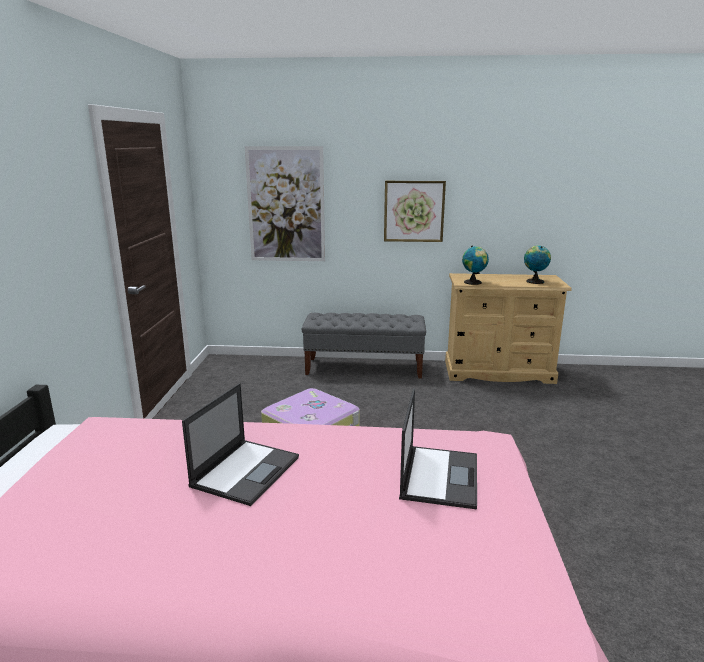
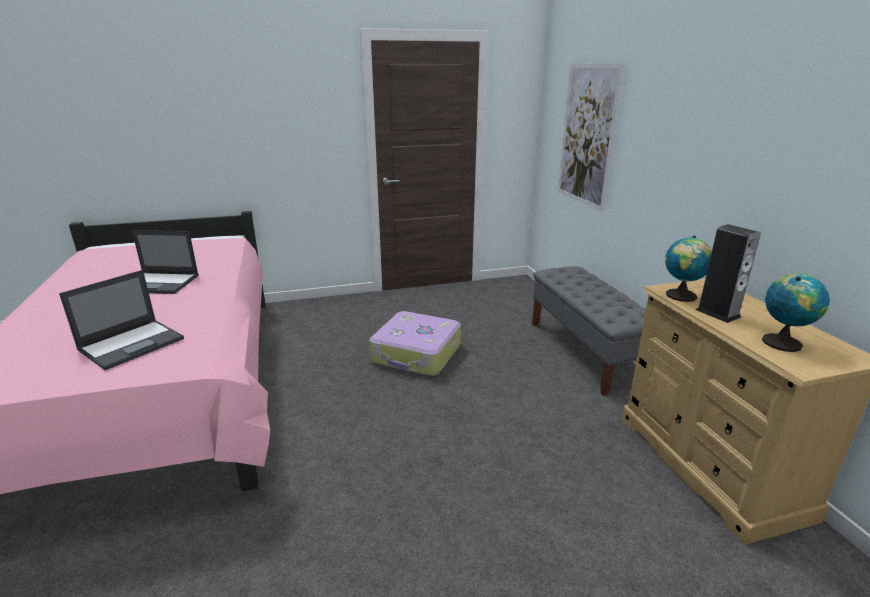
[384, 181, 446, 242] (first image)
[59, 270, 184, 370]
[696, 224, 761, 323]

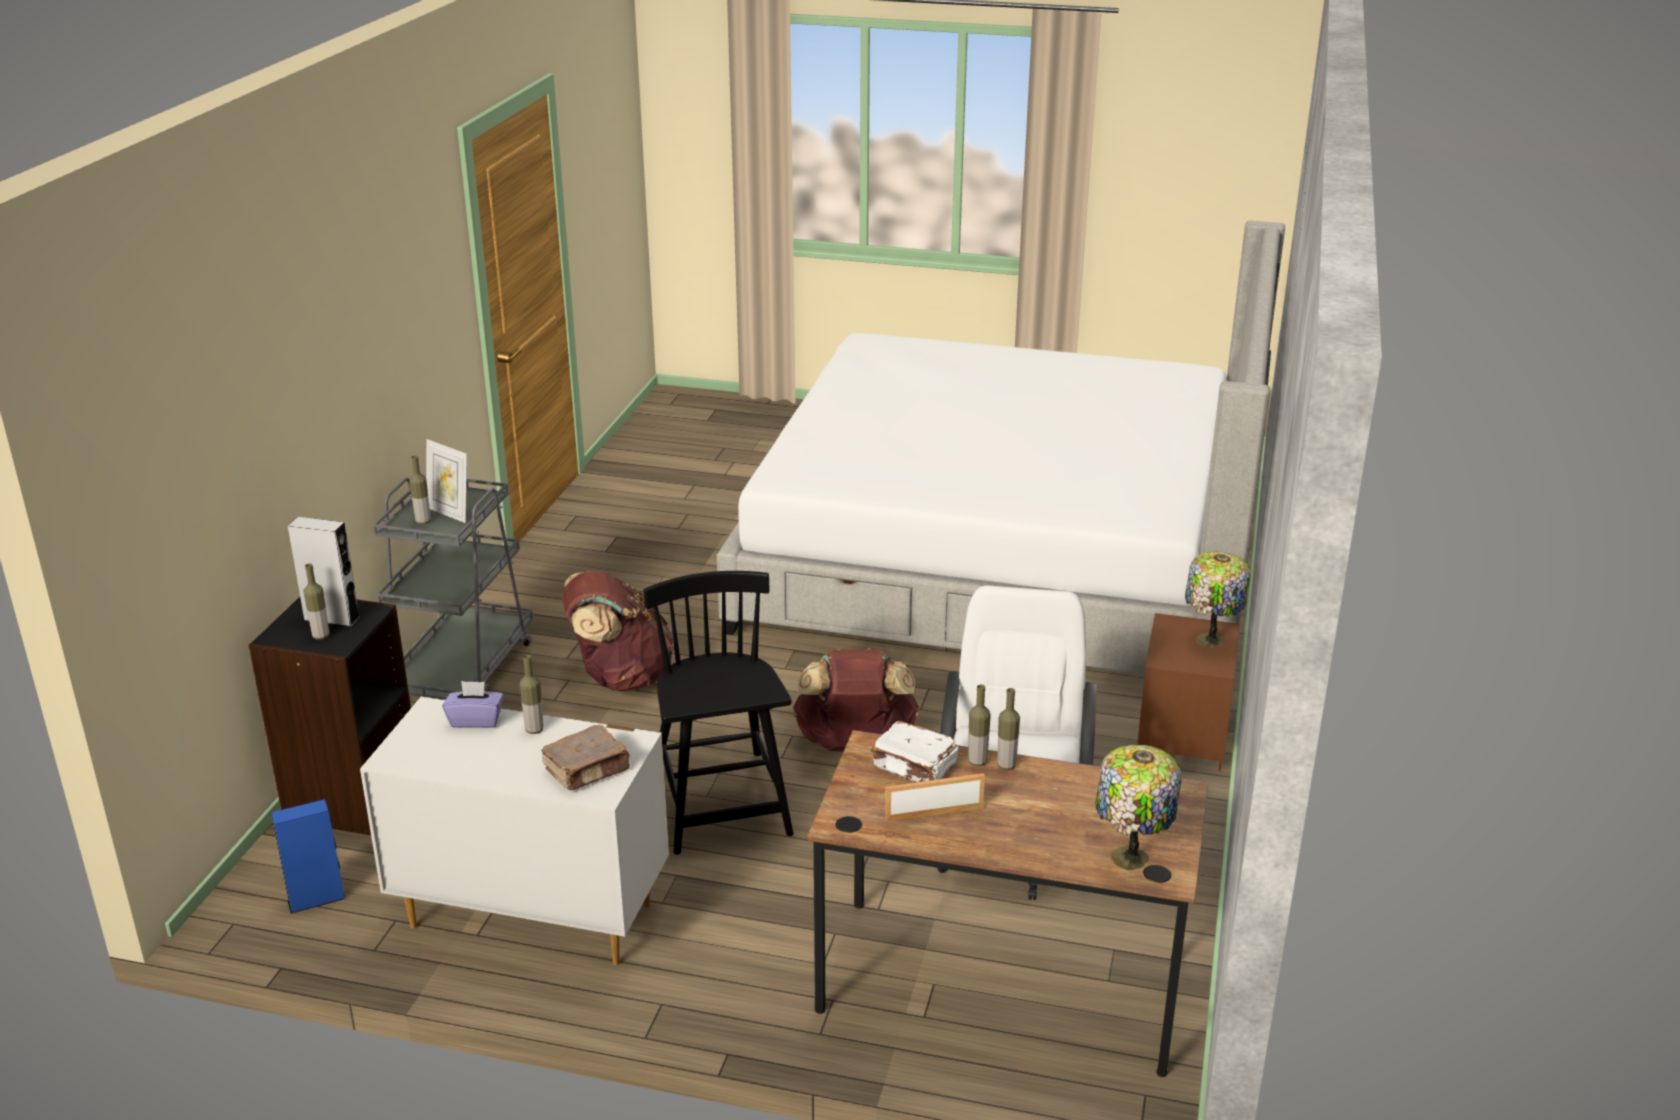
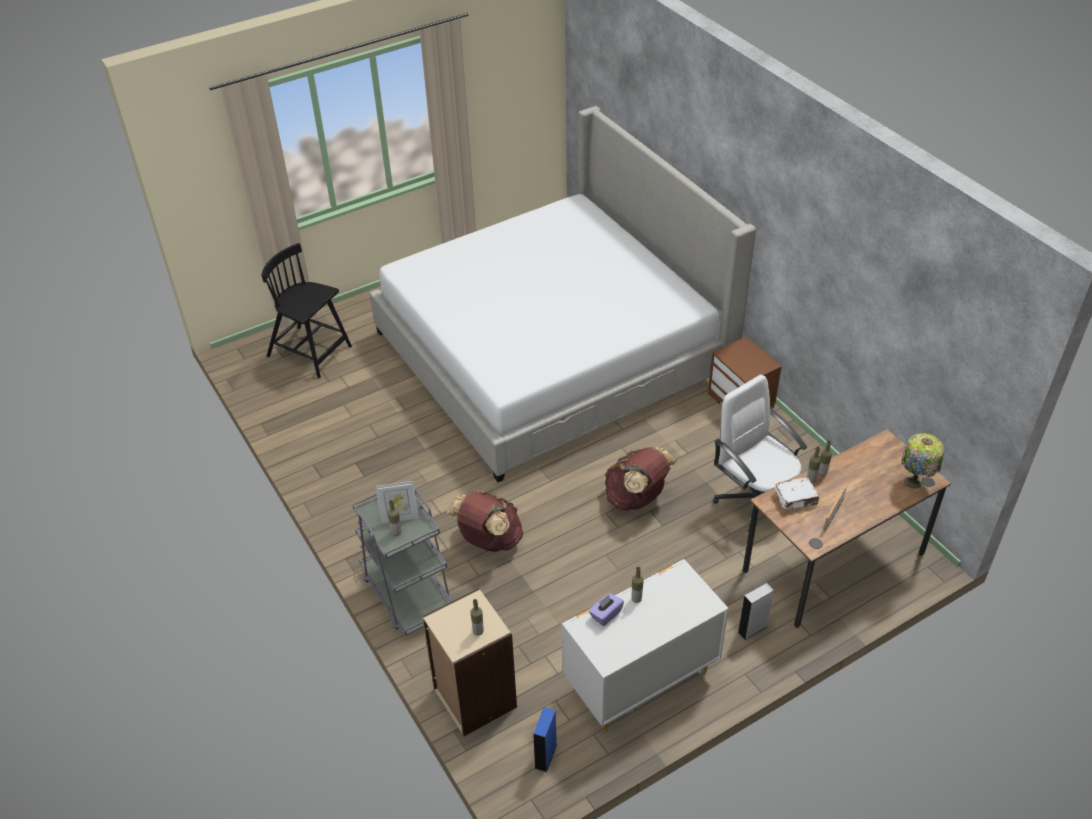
[422, 588, 517, 737]
[738, 583, 774, 640]
[541, 725, 630, 790] (first image)
[261, 243, 352, 378]
[1185, 551, 1251, 648] (first image)

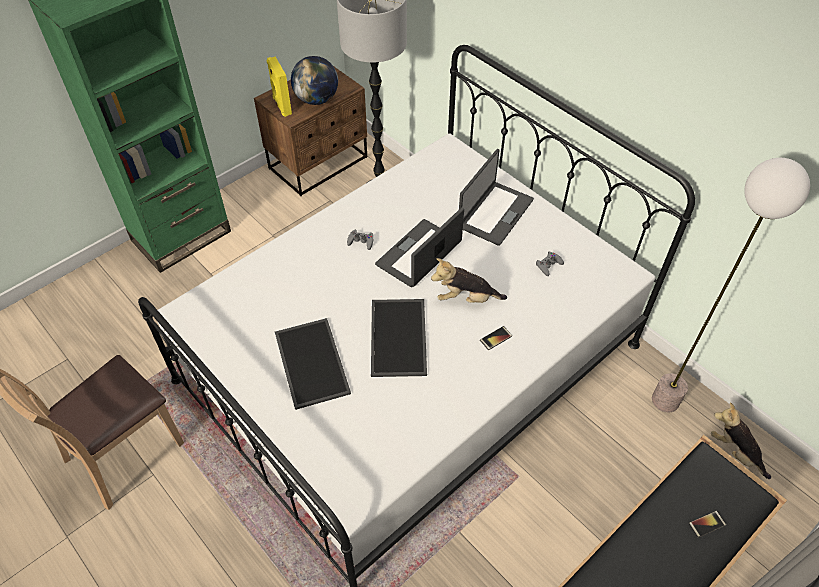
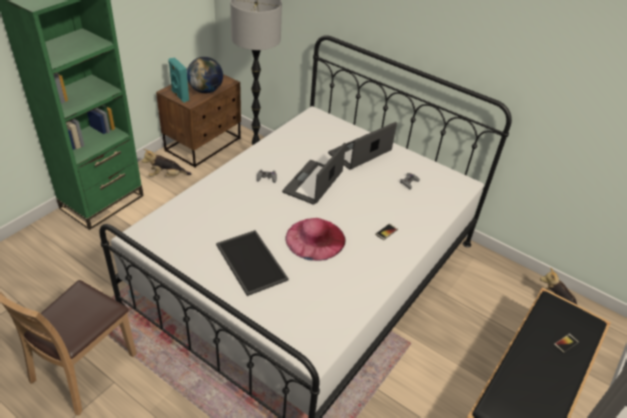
[168, 58, 189, 103]
[285, 218, 345, 261]
[142, 149, 191, 177]
[328, 122, 397, 170]
[652, 158, 810, 412] (first image)

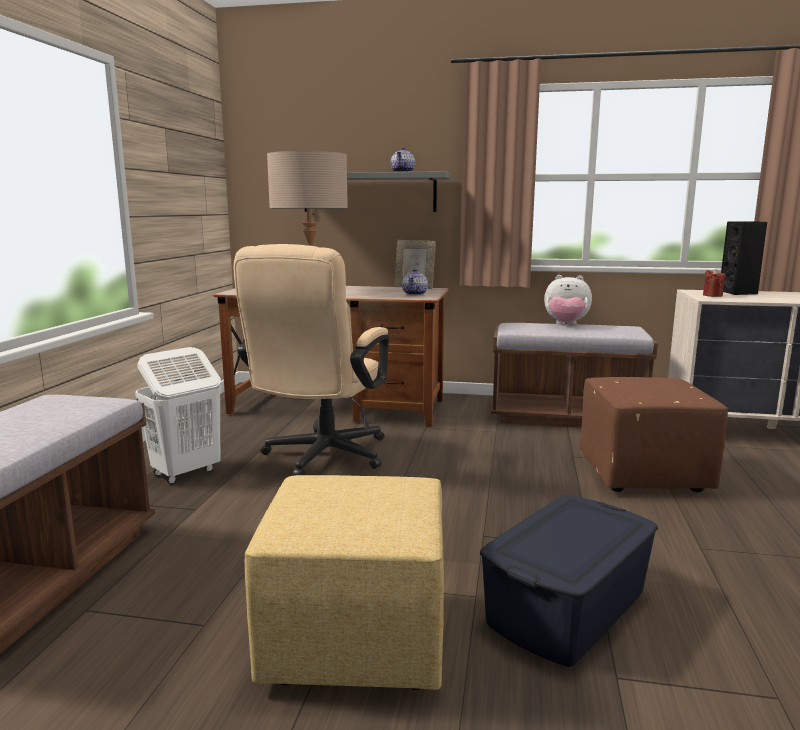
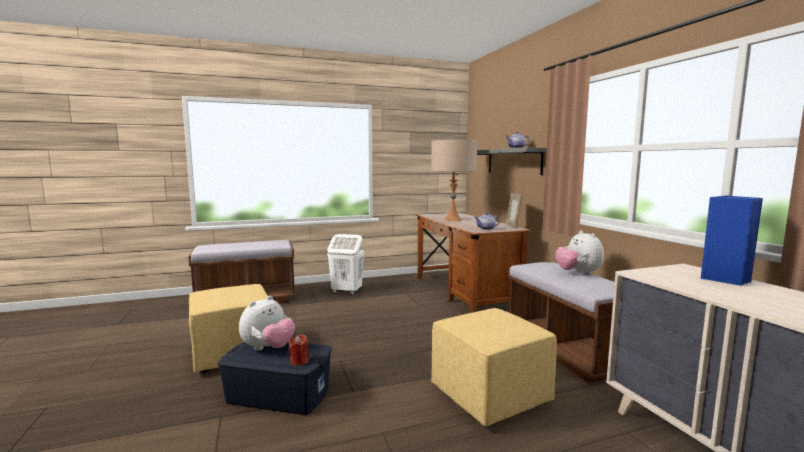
[234, 244, 389, 476] (first image)
[431, 308, 557, 426]
[289, 334, 309, 366]
[701, 196, 763, 286]
[239, 296, 295, 351]

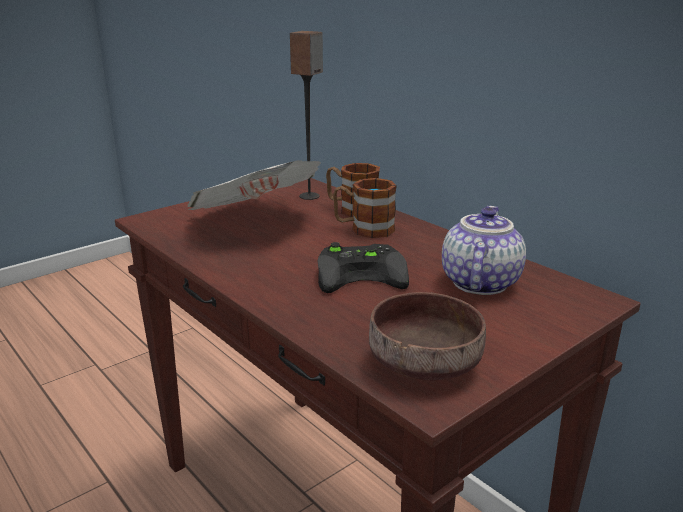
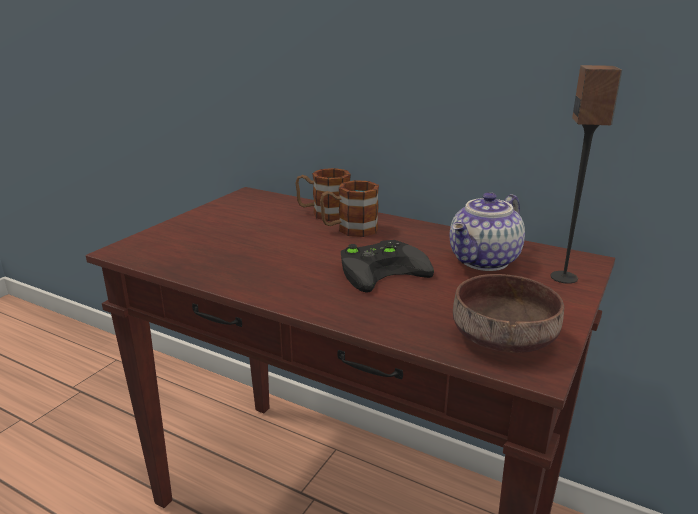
[188, 160, 321, 210] (first image)
[550, 65, 622, 284]
[449, 192, 525, 271]

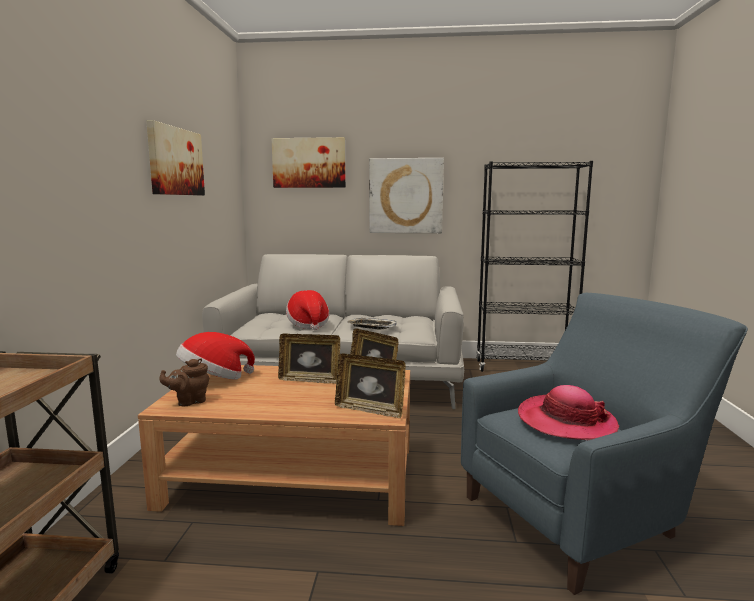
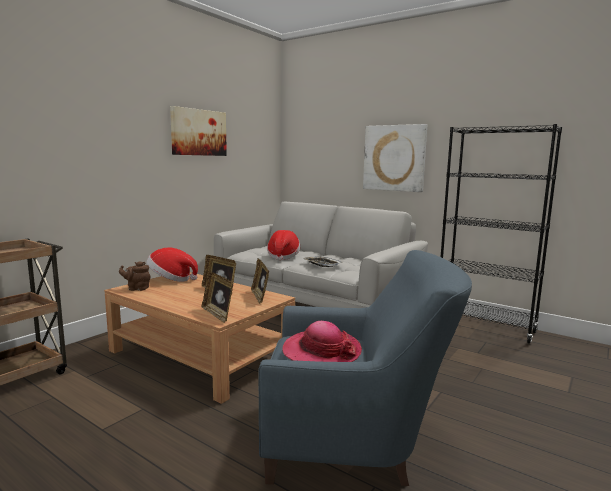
[272, 137, 346, 188] (first image)

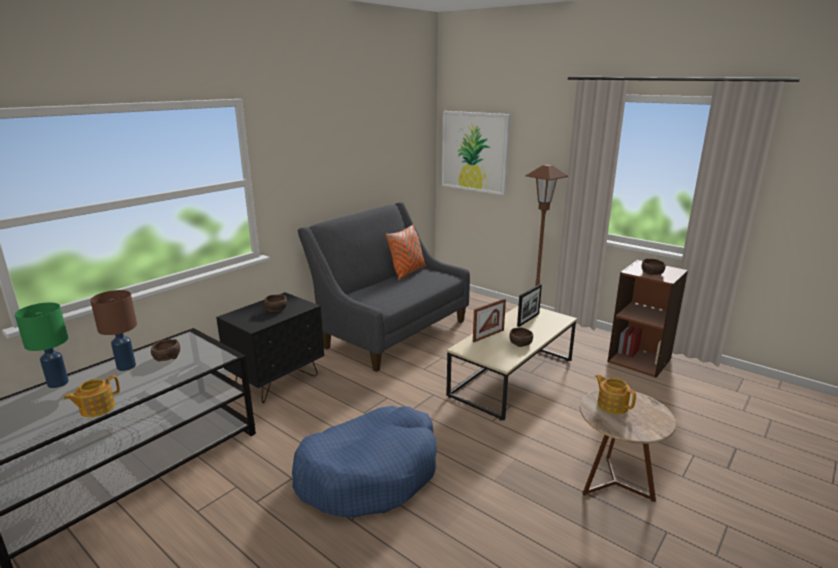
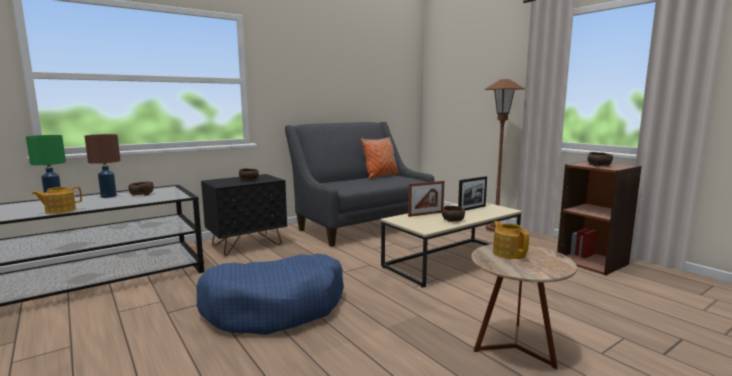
[442, 111, 511, 195] (first image)

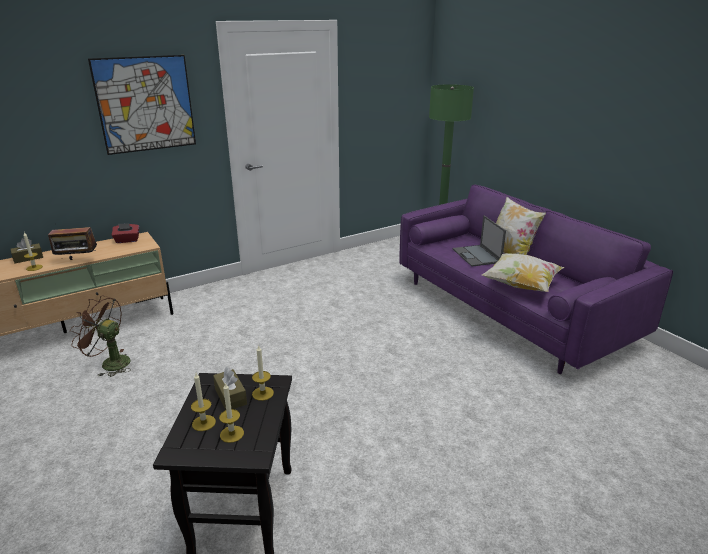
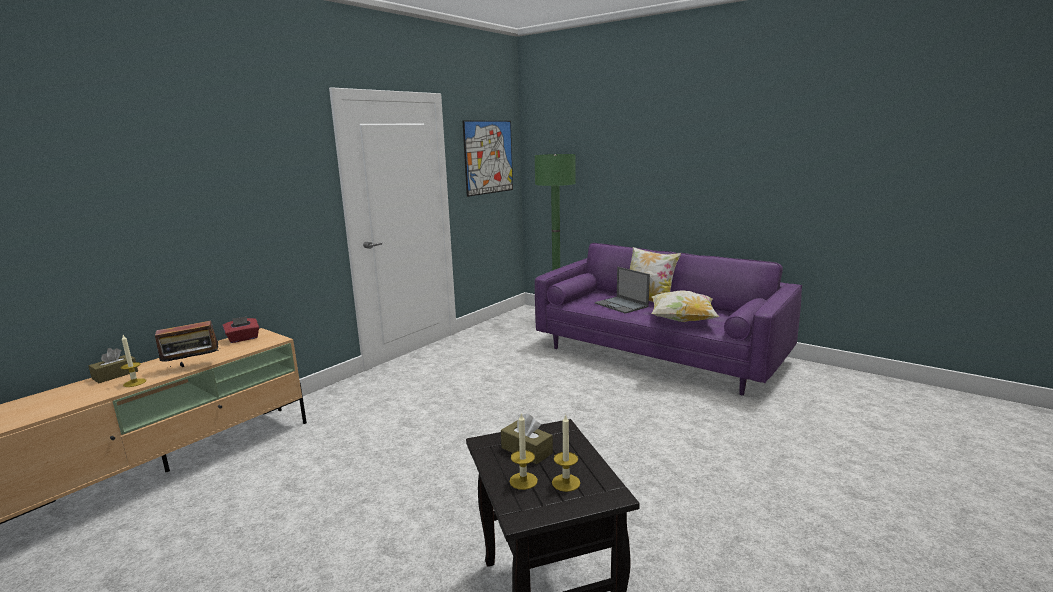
[70, 295, 131, 377] (first image)
[463, 121, 513, 197]
[252, 345, 274, 401] (first image)

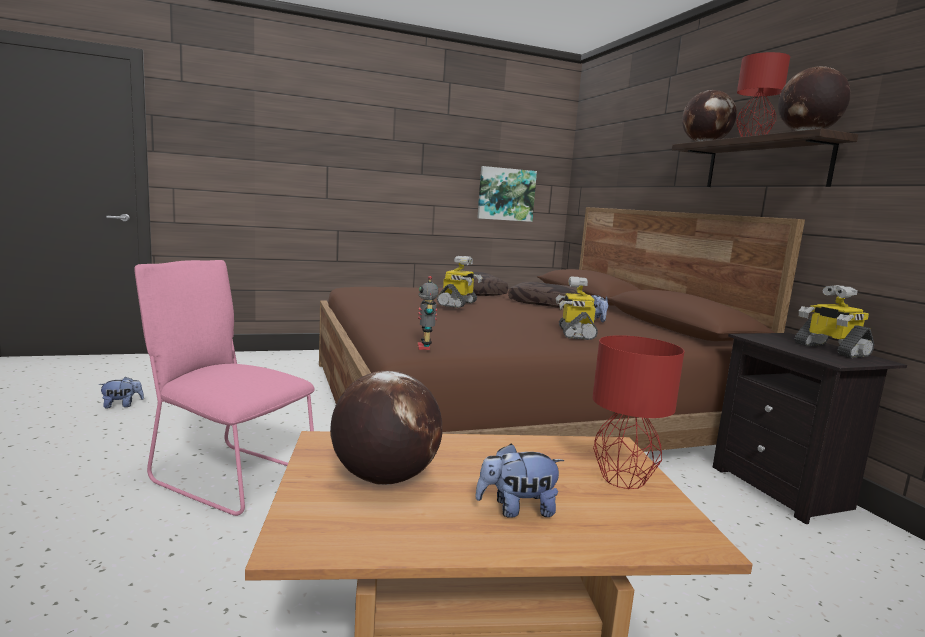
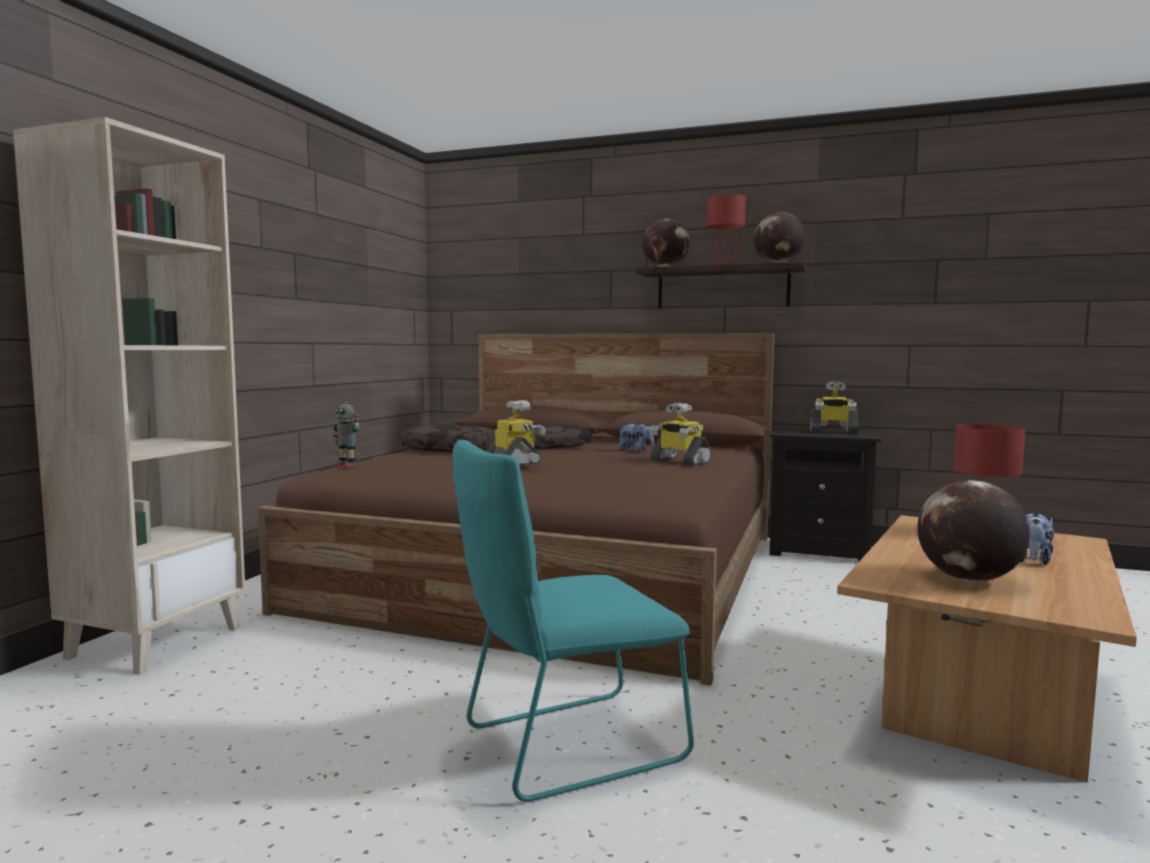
[98, 376, 144, 408] (first image)
[452, 440, 694, 802]
[333, 397, 360, 467]
[477, 166, 537, 222] (first image)
[13, 117, 246, 675]

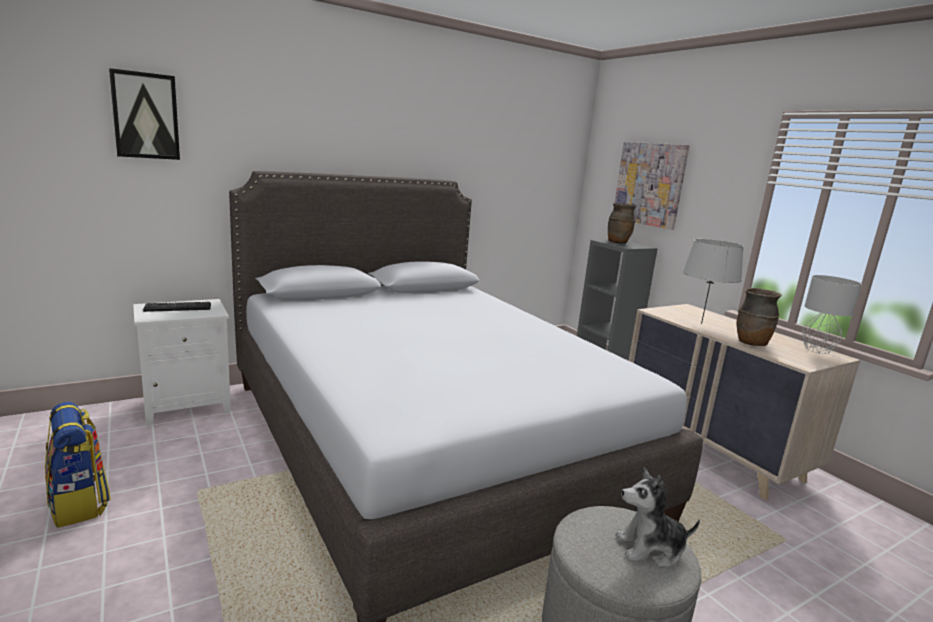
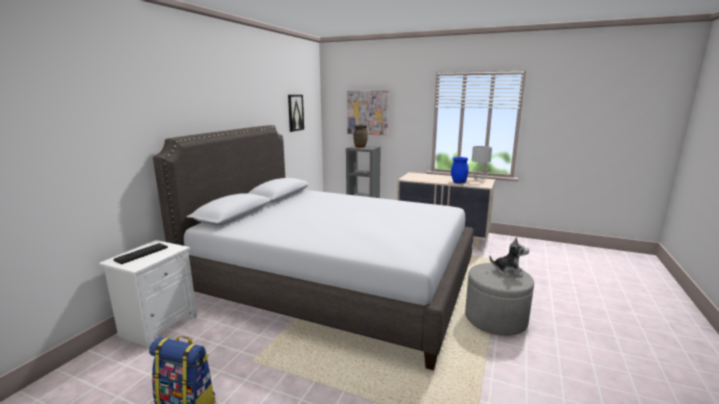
[288, 95, 304, 132]
[490, 237, 529, 277]
[682, 239, 744, 324] (first image)
[451, 157, 469, 184]

